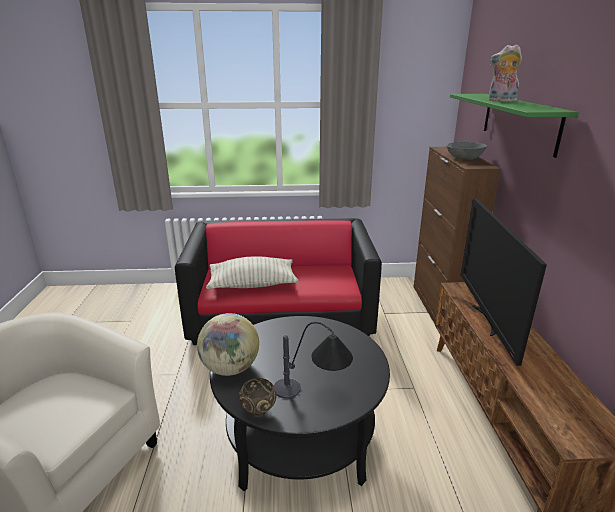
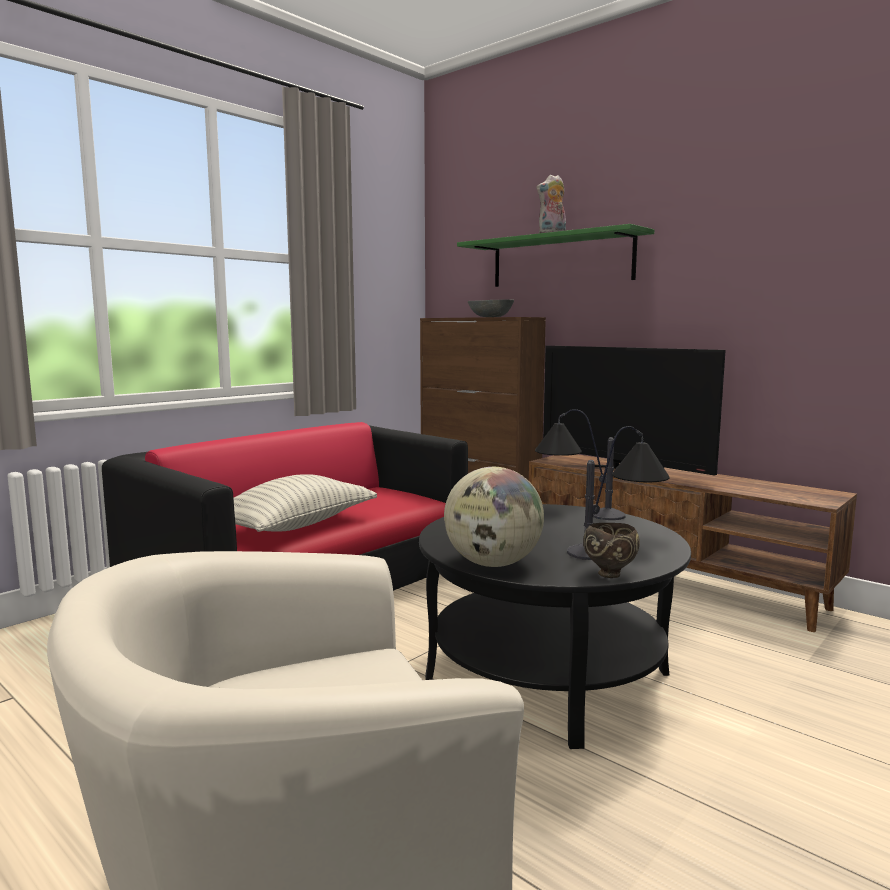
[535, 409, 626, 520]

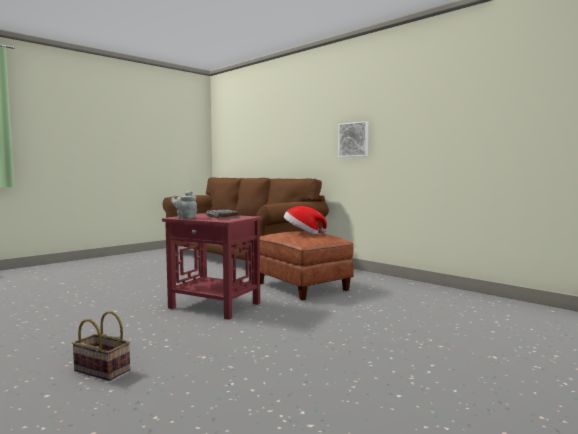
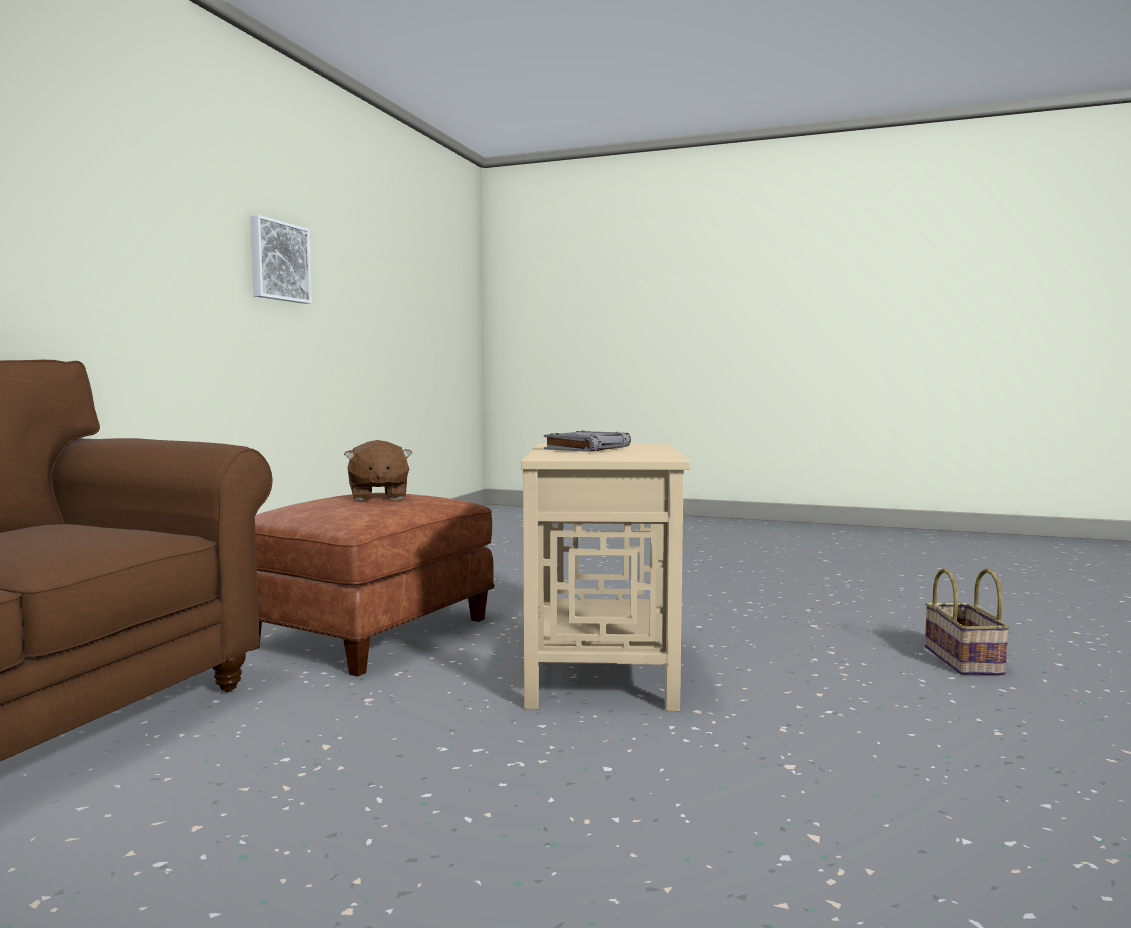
[521, 443, 690, 711]
[171, 191, 197, 219] (first image)
[344, 440, 412, 501]
[250, 215, 312, 304]

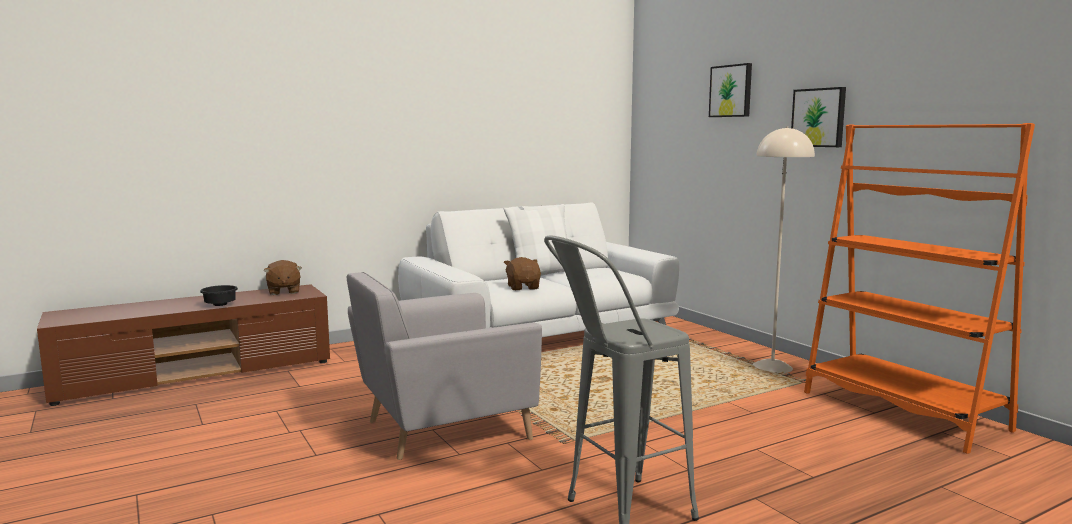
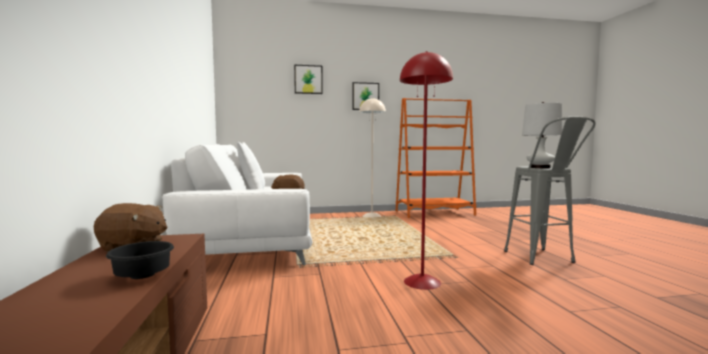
[400, 51, 453, 290]
[522, 102, 563, 168]

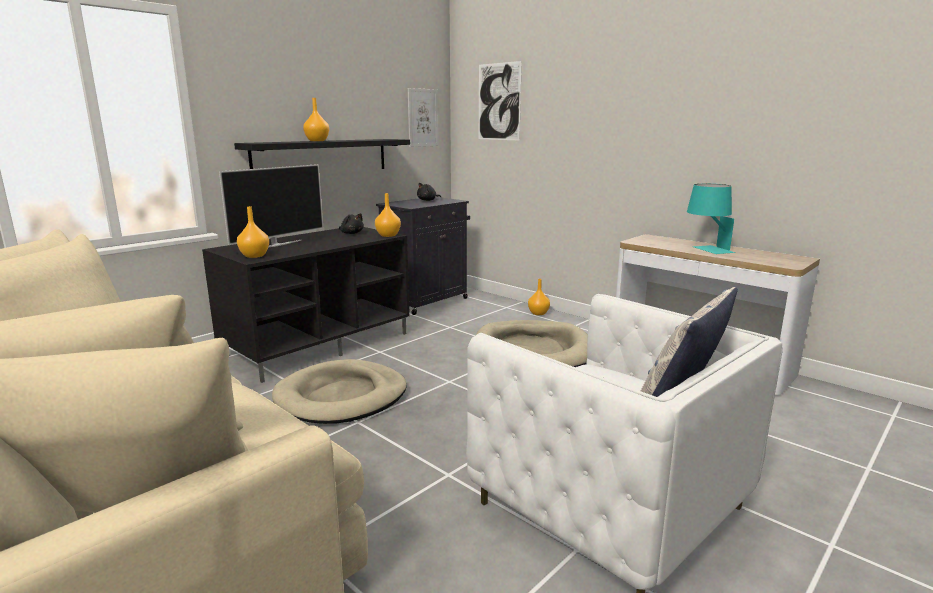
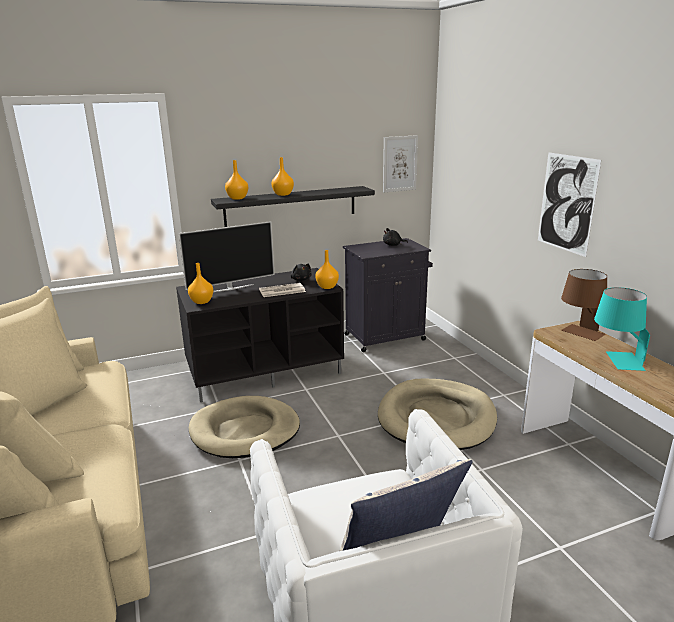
[538, 152, 601, 257]
[225, 160, 248, 200]
[259, 283, 306, 297]
[561, 269, 607, 341]

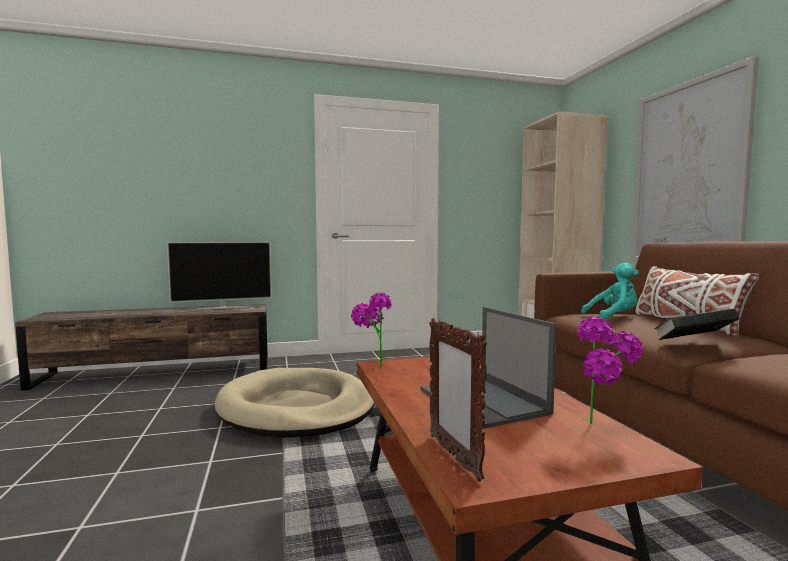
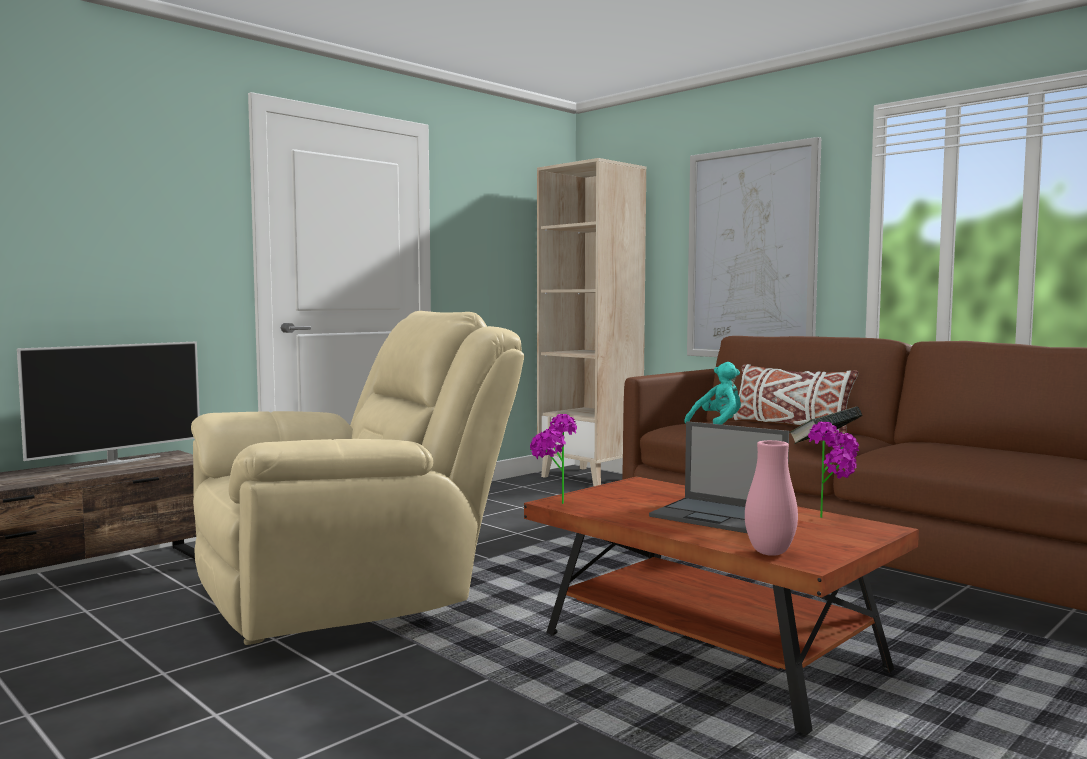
[191, 311, 524, 645]
[745, 440, 798, 556]

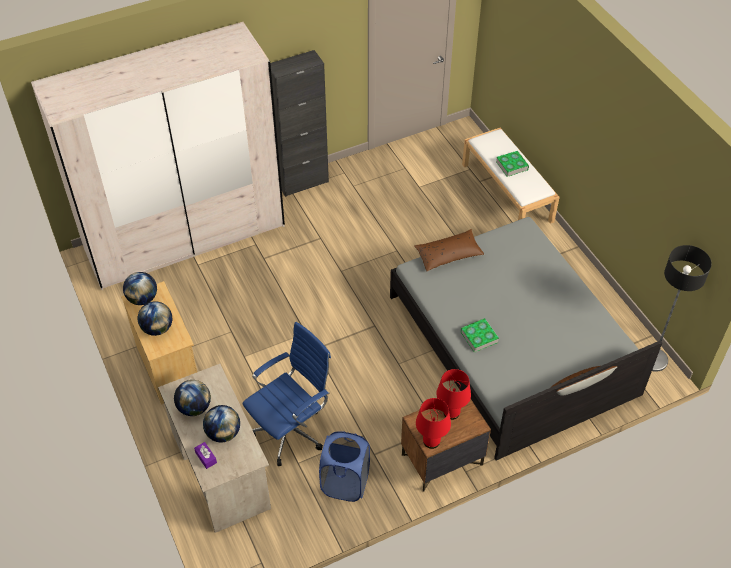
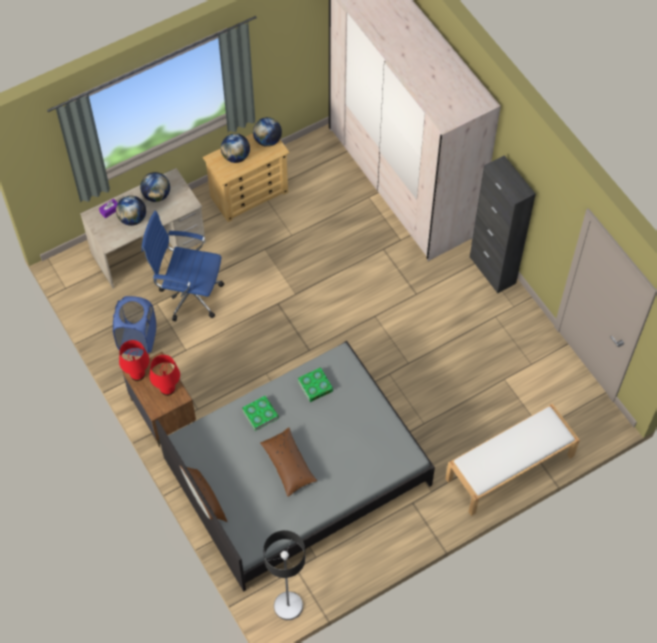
[142, 211, 224, 321]
[260, 427, 317, 497]
[298, 367, 333, 402]

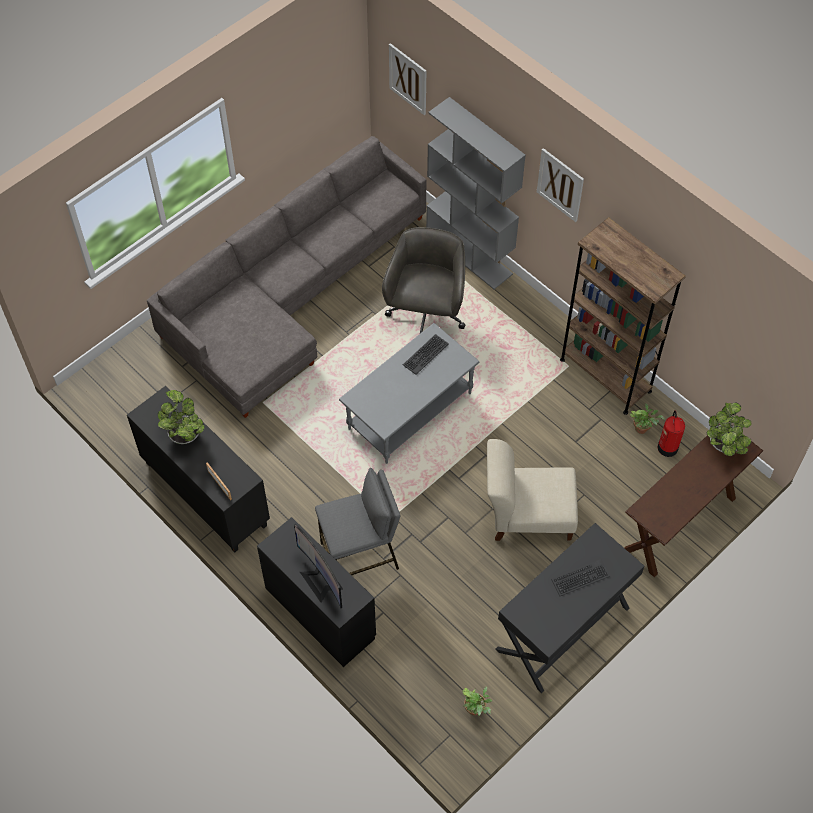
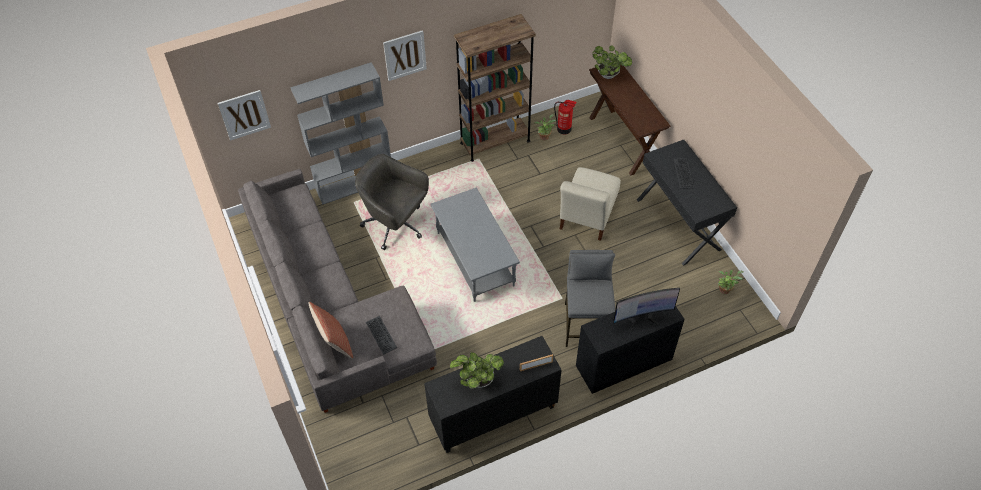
[366, 316, 397, 355]
[308, 302, 353, 359]

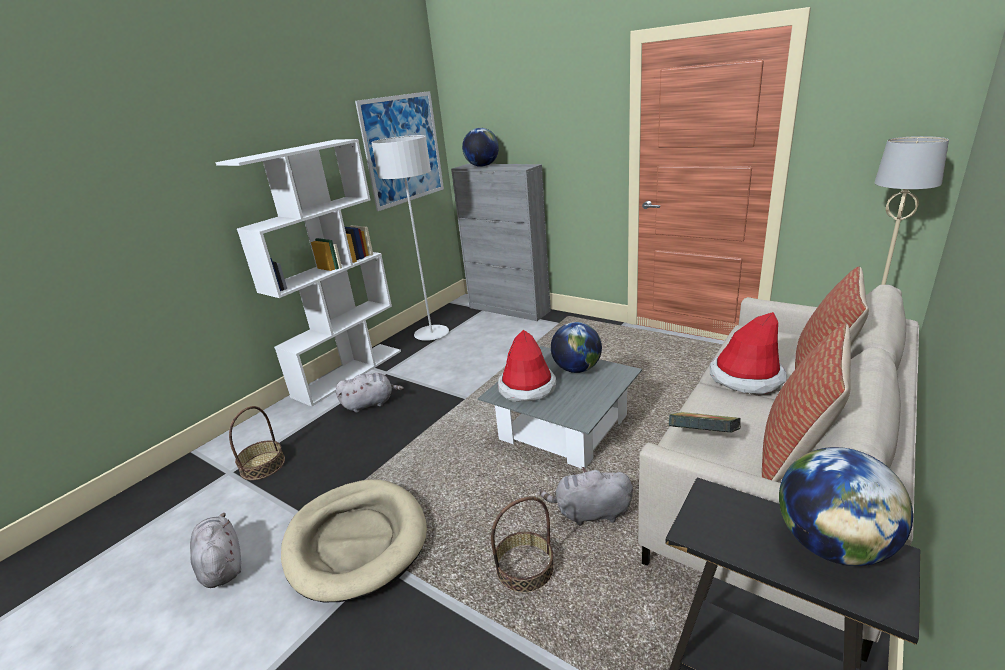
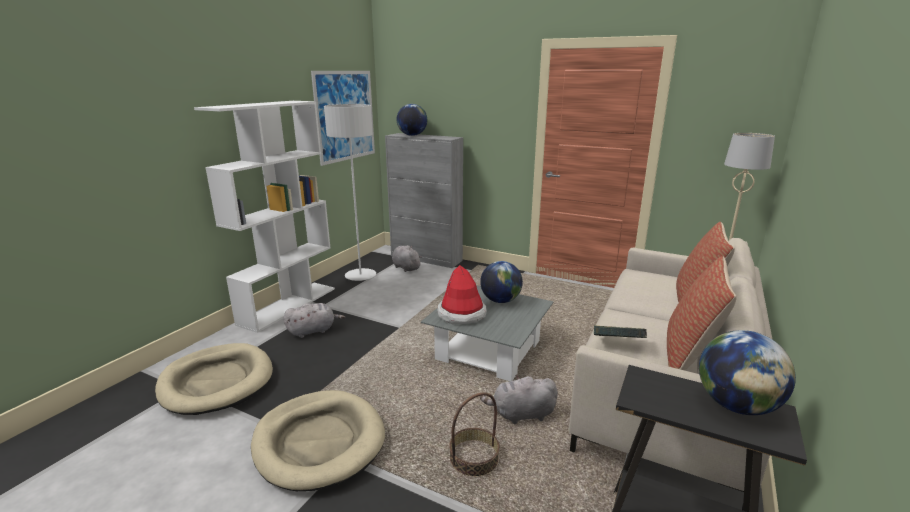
[392, 245, 422, 272]
[155, 343, 273, 415]
[709, 312, 787, 394] (first image)

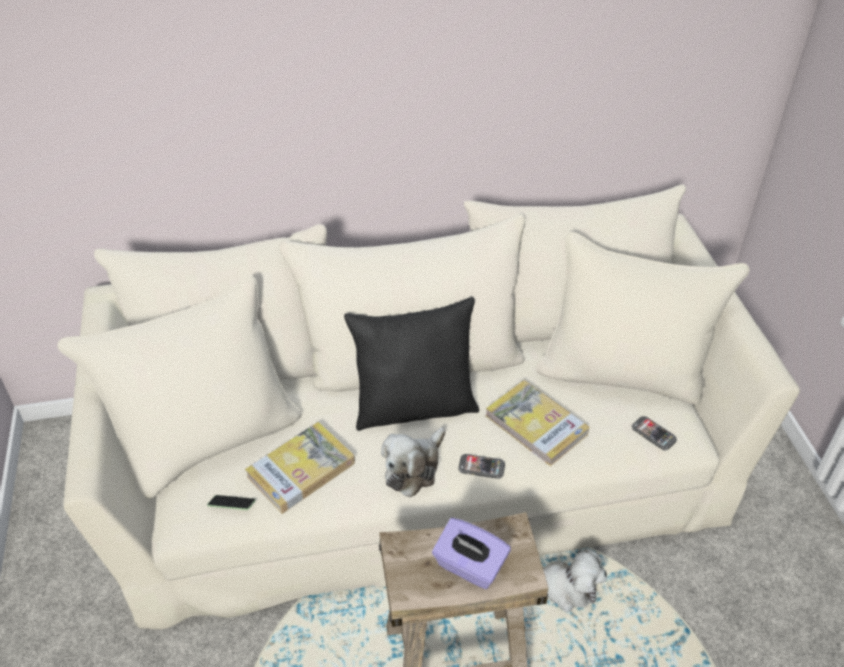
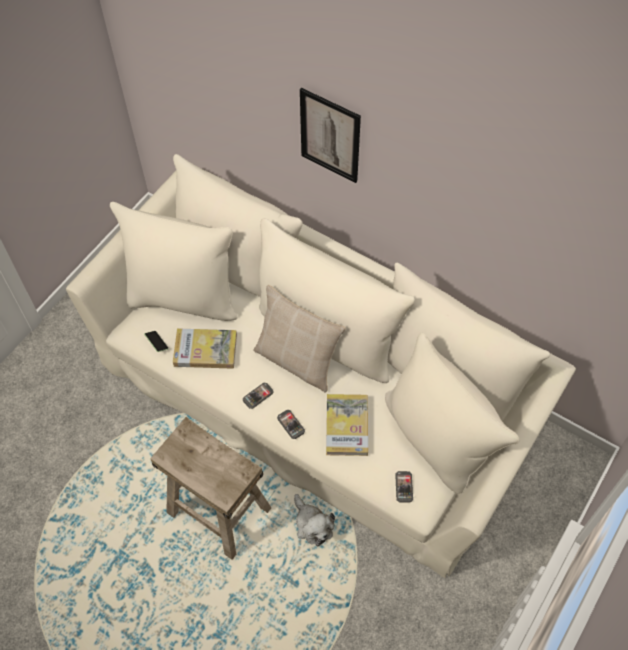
[254, 285, 346, 393]
[243, 383, 273, 409]
[432, 518, 511, 589] (first image)
[300, 88, 361, 183]

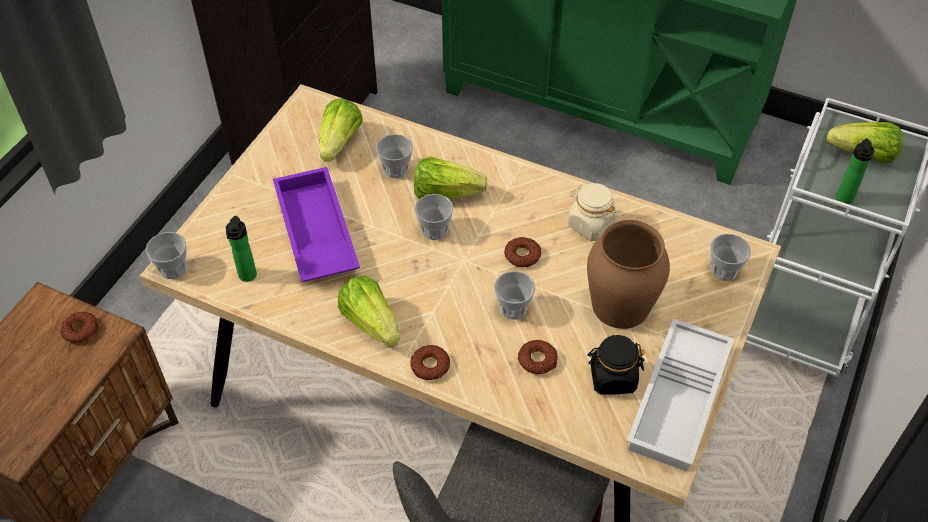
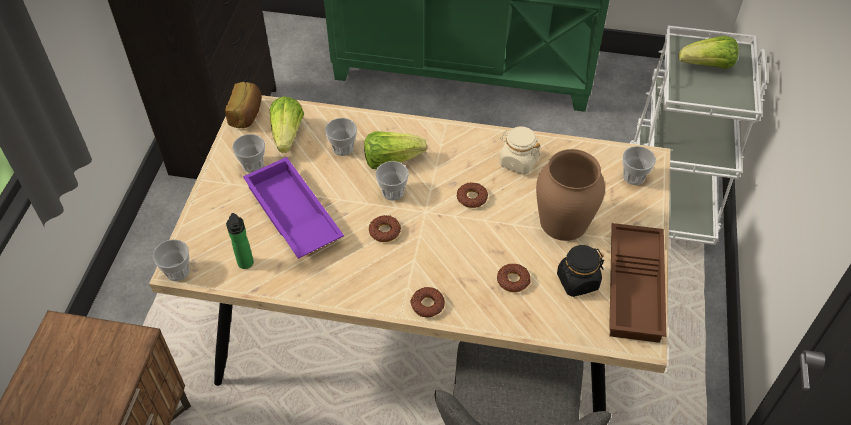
[369, 215, 401, 242]
[338, 276, 400, 346] (first image)
[232, 134, 265, 173]
[609, 223, 666, 343]
[836, 138, 875, 204] (first image)
[225, 82, 262, 128]

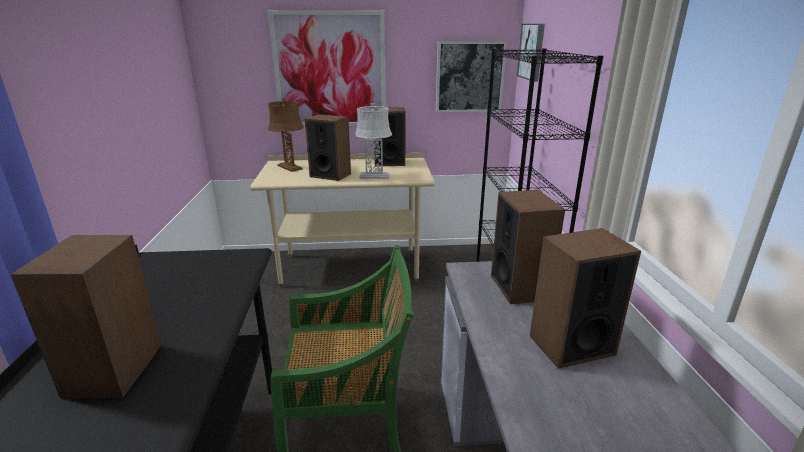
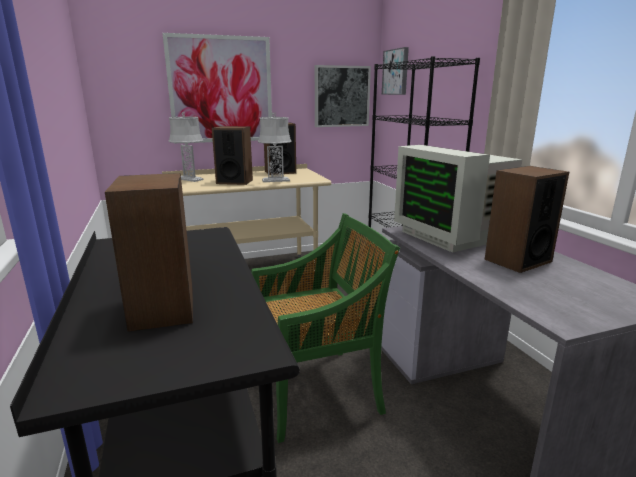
[169, 112, 204, 182]
[394, 145, 522, 253]

